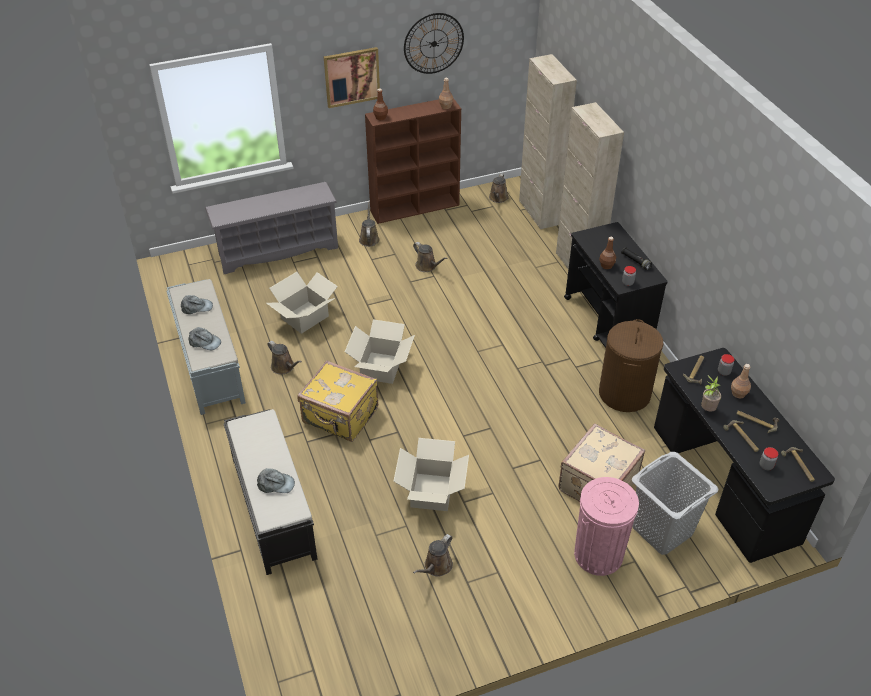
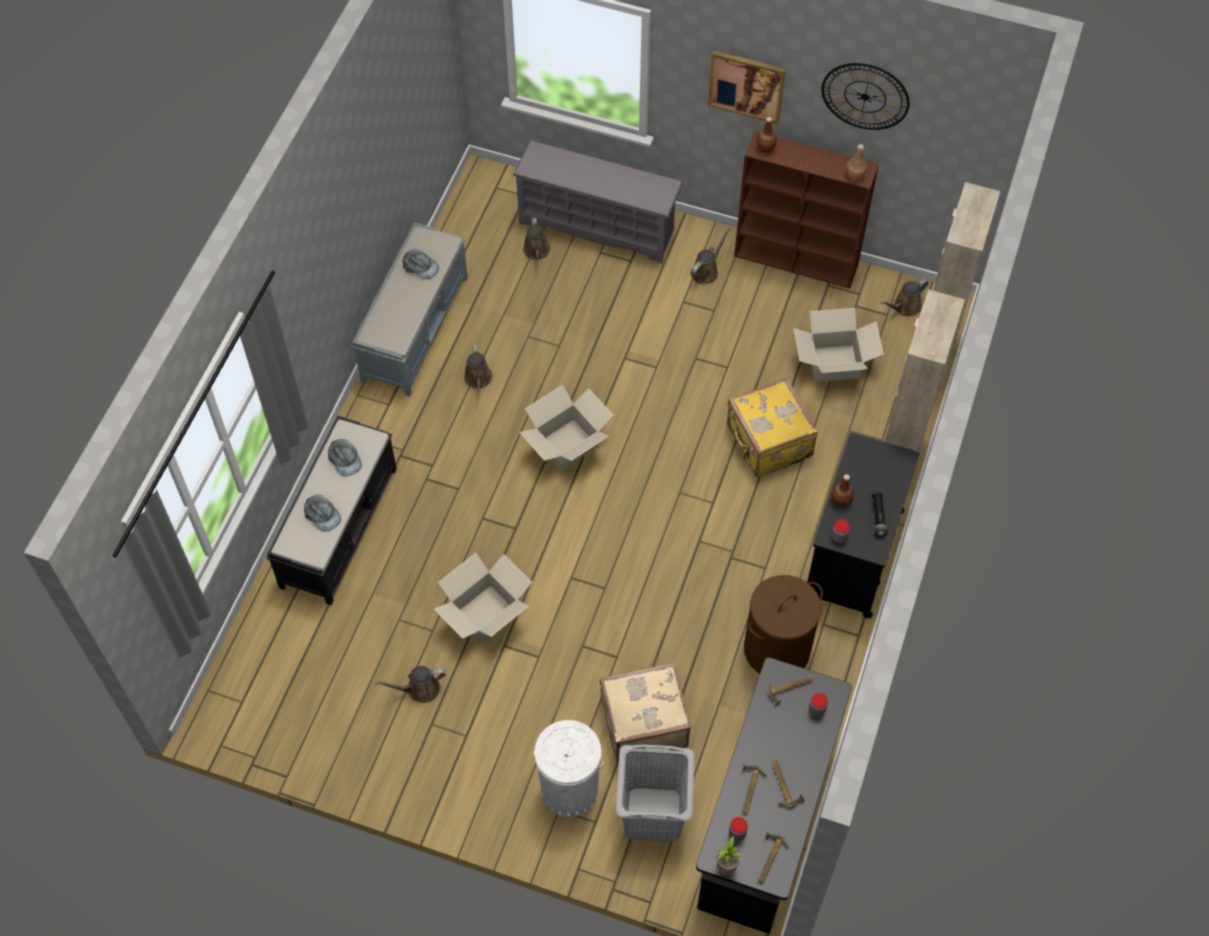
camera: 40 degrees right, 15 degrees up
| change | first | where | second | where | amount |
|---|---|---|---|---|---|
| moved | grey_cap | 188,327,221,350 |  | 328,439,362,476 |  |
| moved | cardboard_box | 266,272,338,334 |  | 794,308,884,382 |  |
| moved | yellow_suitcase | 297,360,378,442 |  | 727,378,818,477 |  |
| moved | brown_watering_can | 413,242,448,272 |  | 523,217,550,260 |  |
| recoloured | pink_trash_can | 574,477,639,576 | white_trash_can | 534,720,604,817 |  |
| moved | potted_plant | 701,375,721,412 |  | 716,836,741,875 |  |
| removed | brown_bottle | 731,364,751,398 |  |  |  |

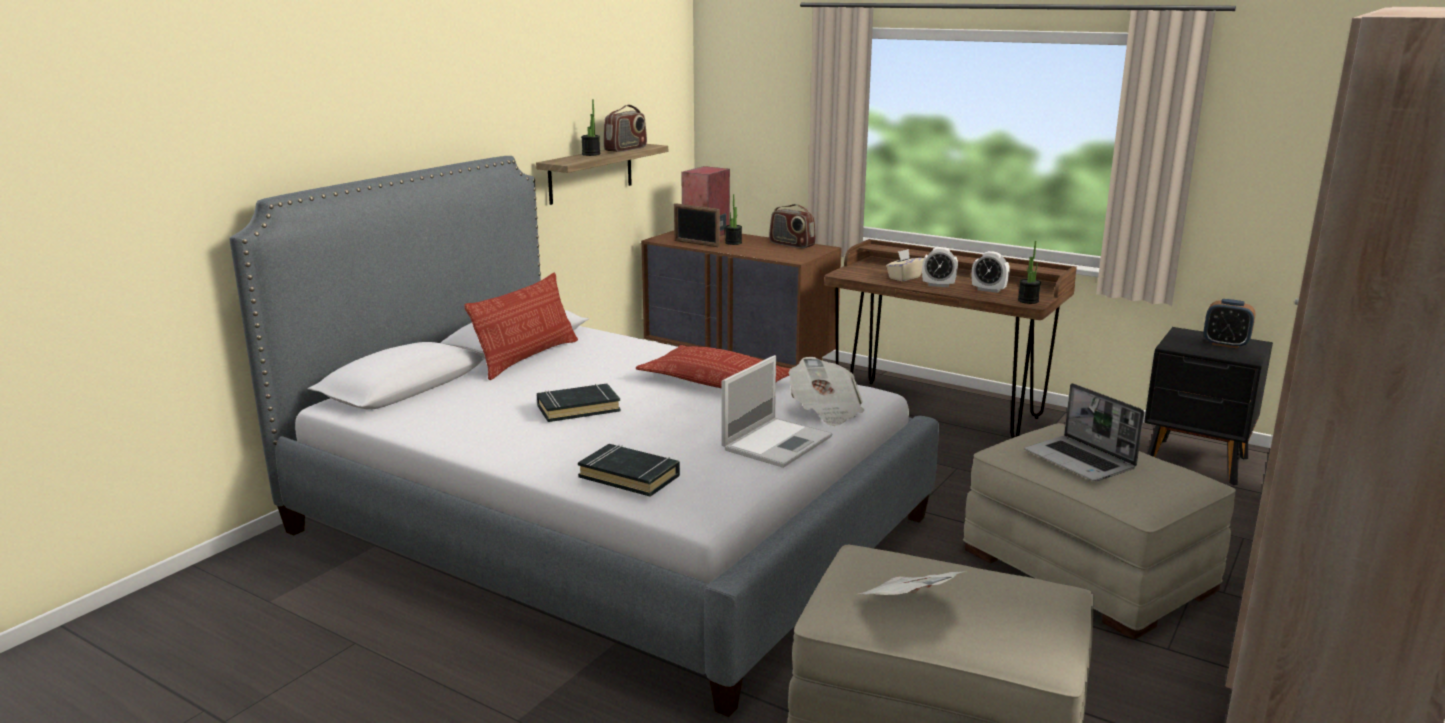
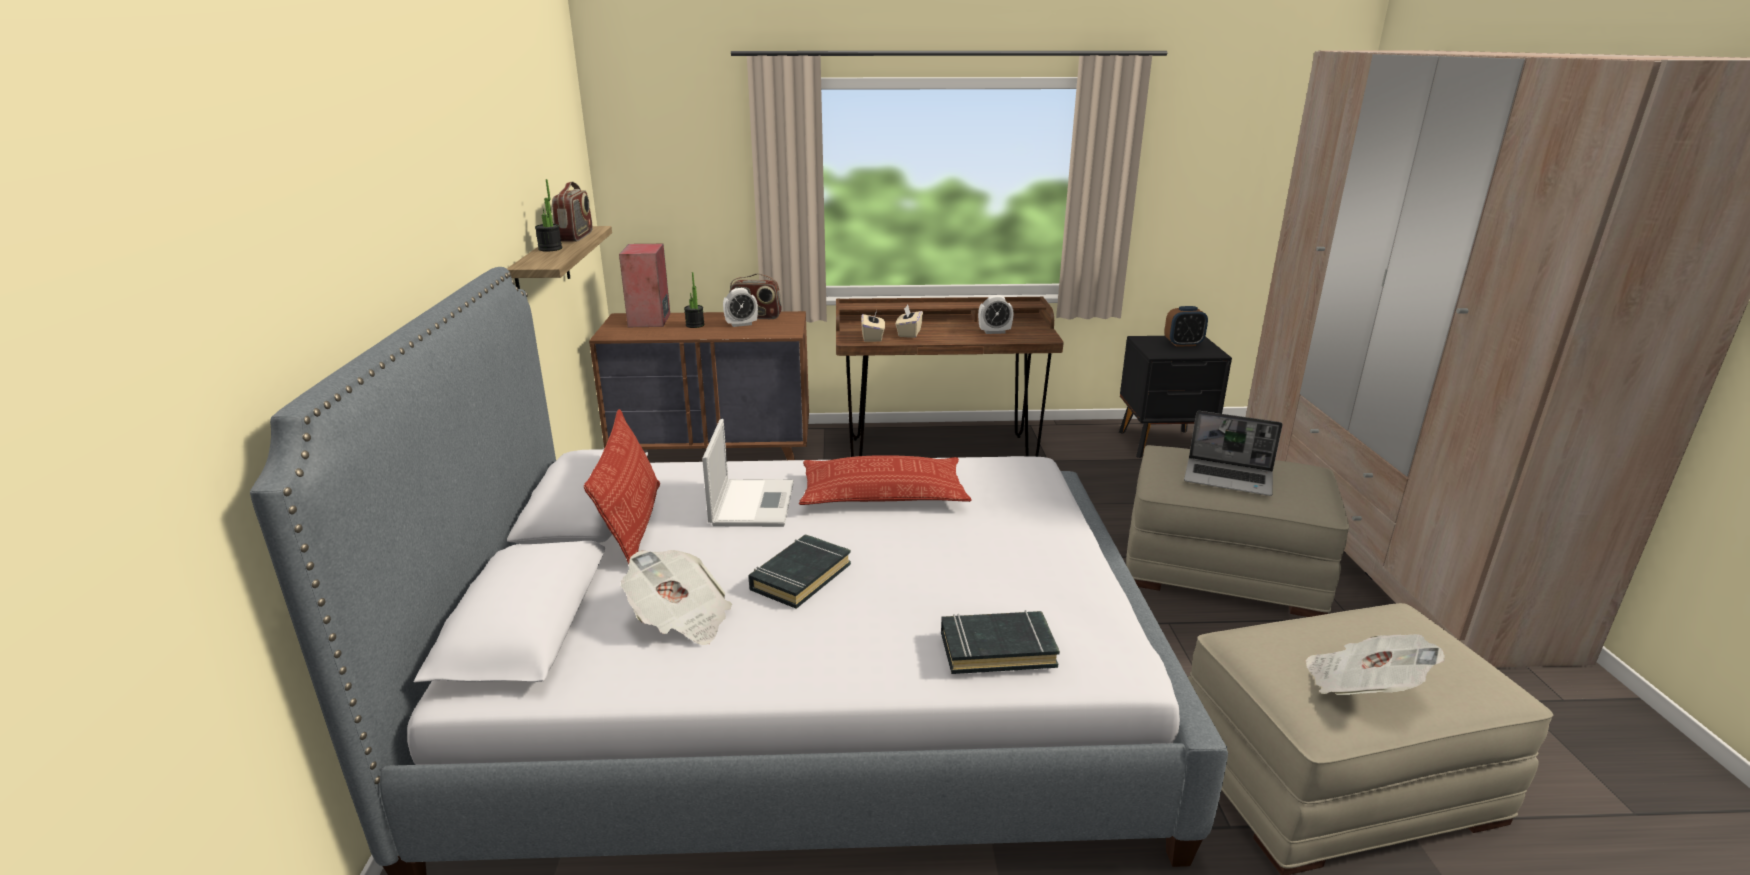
camera: 35 degrees left, 5 degrees up
| change | first | where | second | where | amount |
|---|---|---|---|---|---|
| removed | picture_frame | 674,203,720,248 |  |  |  |
| moved | laptop | 722,355,832,468 |  | 702,419,794,527 |  |
| moved | newspaper | 789,357,864,426 |  | 621,550,732,645 |  |
| moved | alarm_clock | 922,247,958,287 |  | 723,288,758,327 |  |
| removed | potted_plant | 1018,241,1041,304 |  |  |  |
| added |  |  | beige_tissue_box | 861,310,885,342 |  |

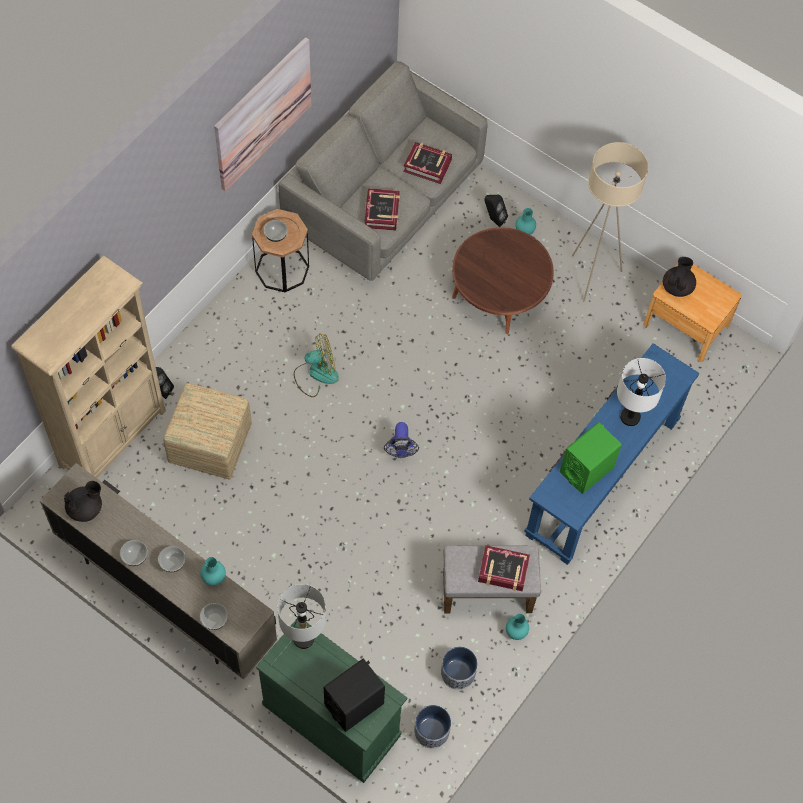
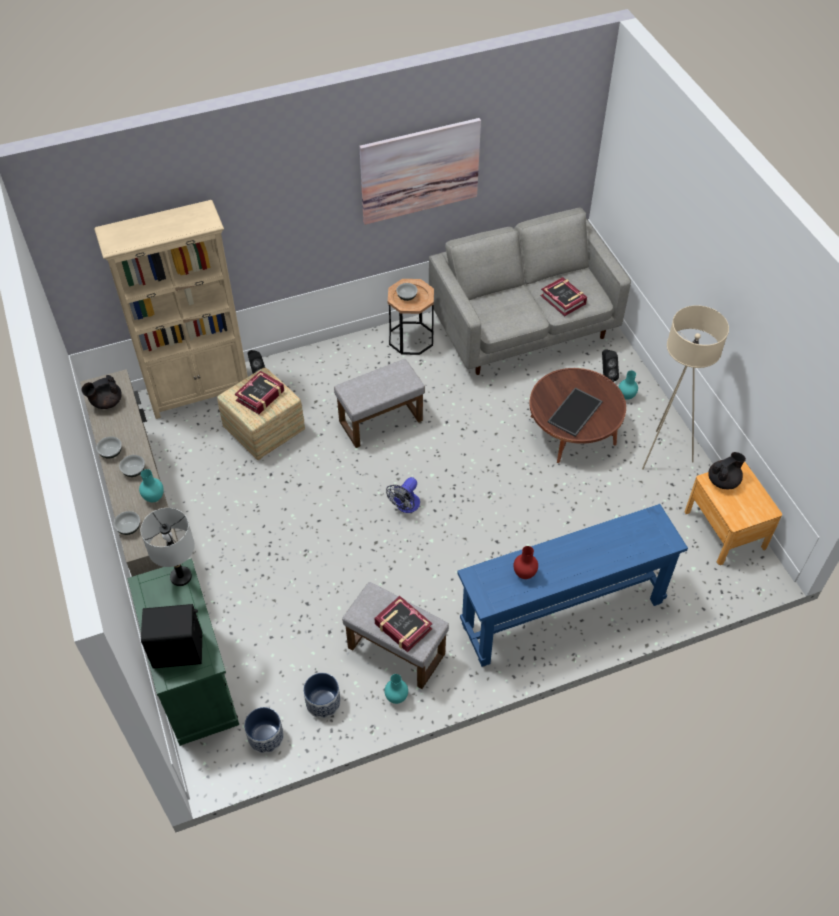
camera: 35 degrees right, 10 degrees down
| change | first | where | second | where | amount |
|---|---|---|---|---|---|
| turned | black_teapot | 64,481,102,522 |  | 81,375,122,409 | 150 degrees clockwise |
| replaced | fan | 294,333,339,397 | grey_ottoman | 334,359,425,448 |  |
| moved | book | 364,188,400,231 |  | 235,371,284,414 |  |
| replaced | green_speaker | 560,422,622,494 | red_vase | 514,546,538,579 |  |
| removed | white_table_lamp | 617,358,666,426 |  |  |  |
| added |  |  | tray | 547,388,603,437 |  |

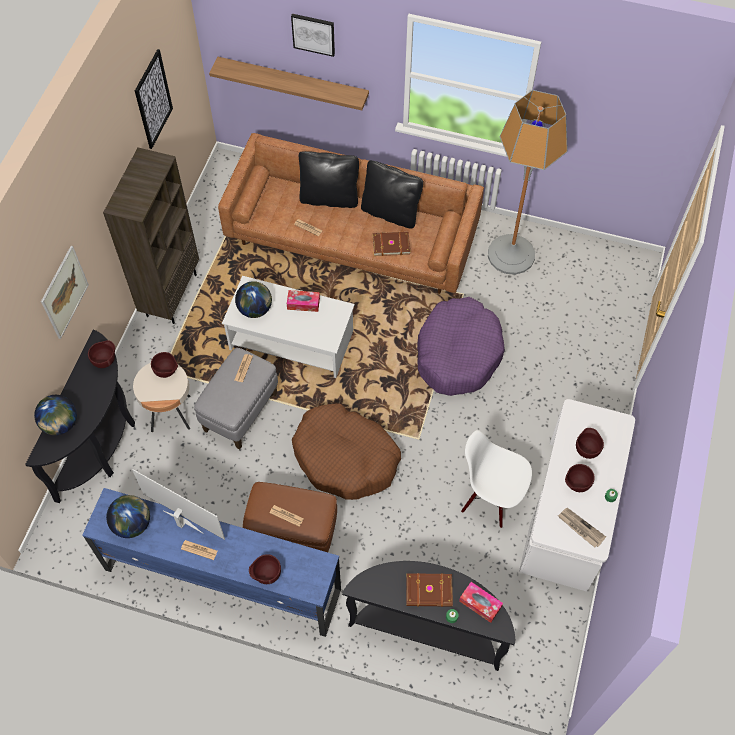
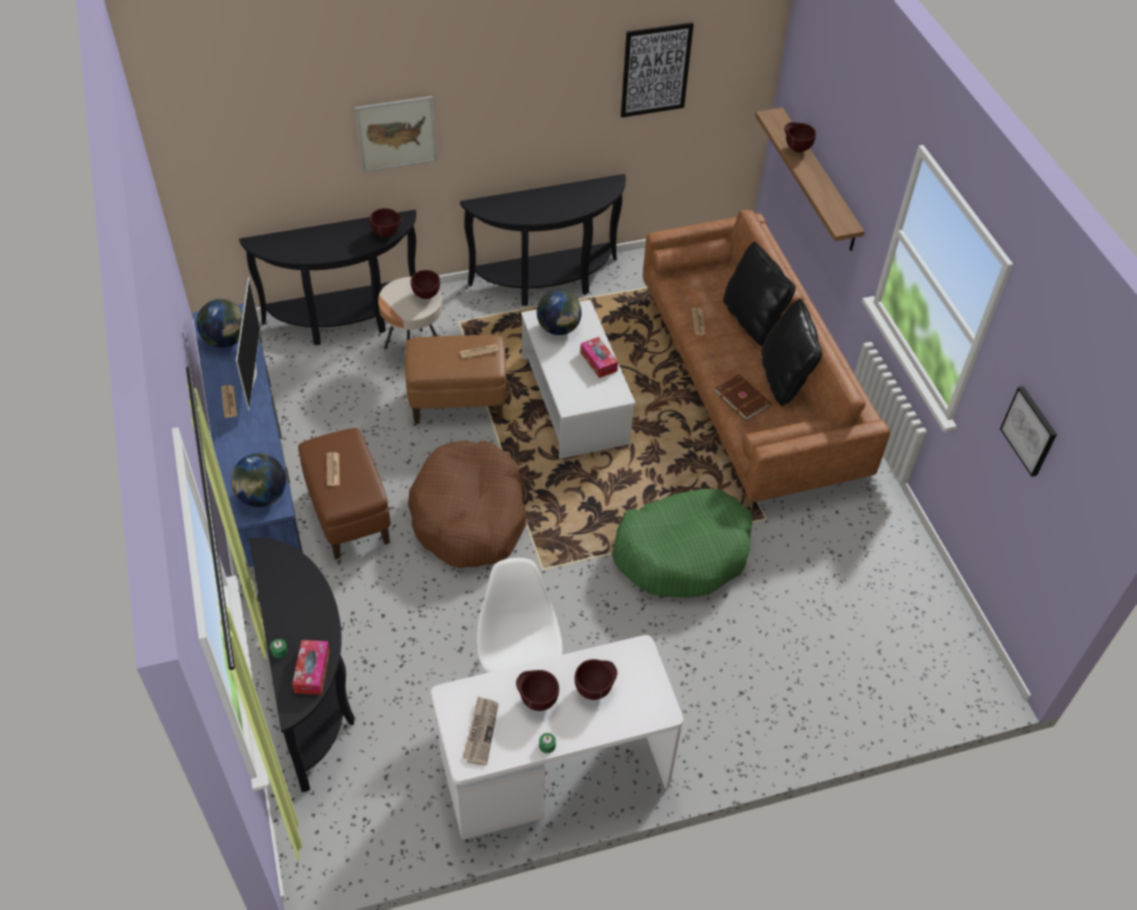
camera: 55 degrees right, 10 degrees down
| change | first | where | second | where | amount |
|---|---|---|---|---|---|
| moved | globe | 34,395,77,435 |  | 231,454,286,507 |  |
| replaced | brown_bookcase | 103,148,199,324 | black_console_table | 460,174,626,306 |  |
| recoloured | grey_ottoman | 194,348,278,449 | brown_ottoman | 405,335,507,424 |  |
| moved | brown_bowl | 249,554,281,584 |  | 784,122,816,153 |  |
| moved | picture | 291,14,335,57 |  | 1000,386,1057,477 |  |
| removed | brown_book | 406,573,453,607 |  |  |  |
| recoloured | purple_dog_bed | 417,297,505,396 | green_dog_bed | 612,489,752,598 |  |
| removed | floor_lamp | 488,90,568,275 |  |  |  |

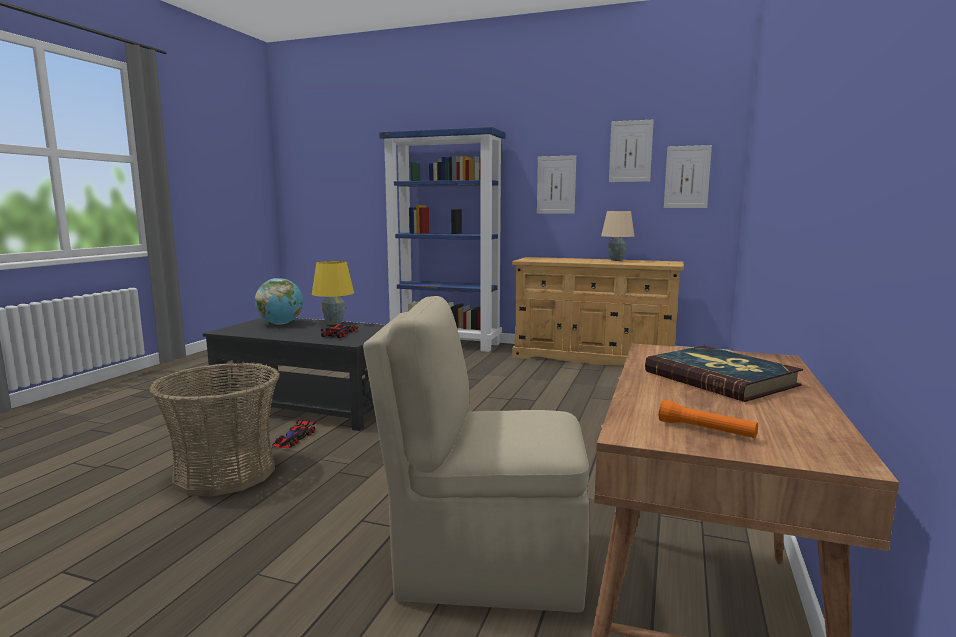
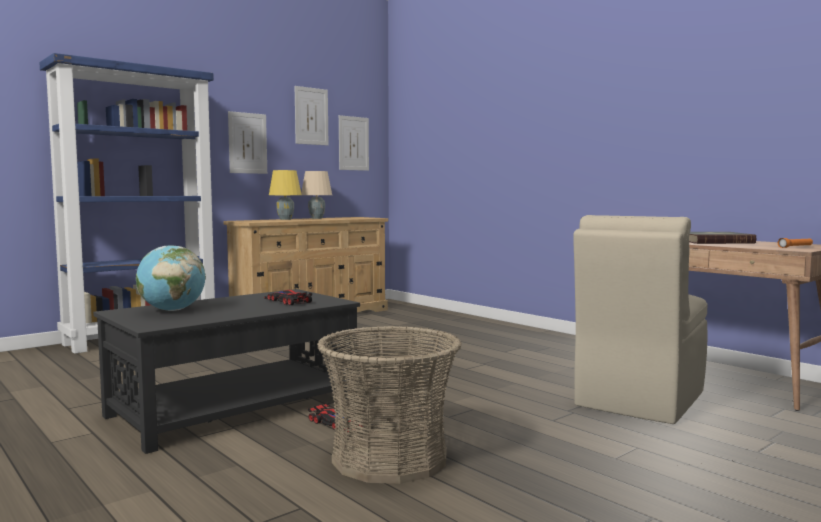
camera: 60 degrees left, 5 degrees down
| change | first | where | second | where | amount |
|---|---|---|---|---|---|
| moved | yellow_table_lamp | 312,261,354,325 |  | 269,170,302,220 |  |

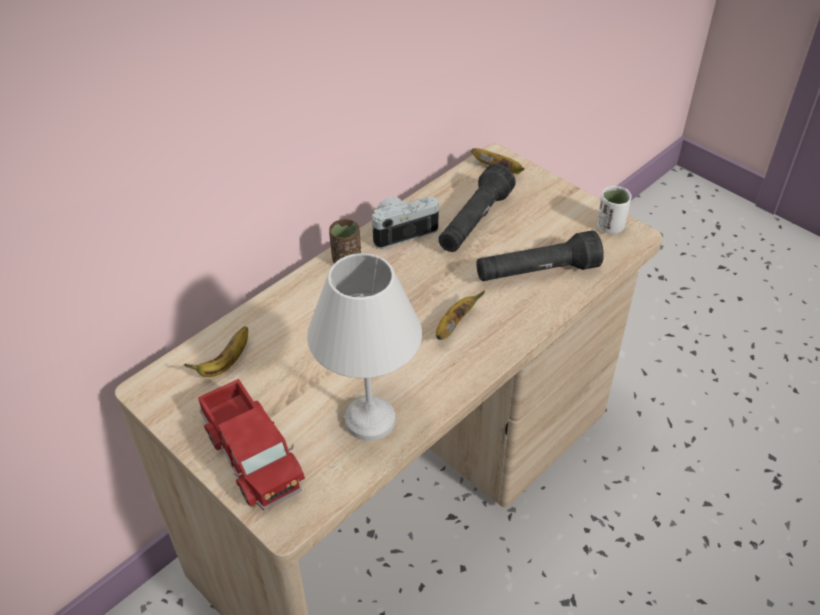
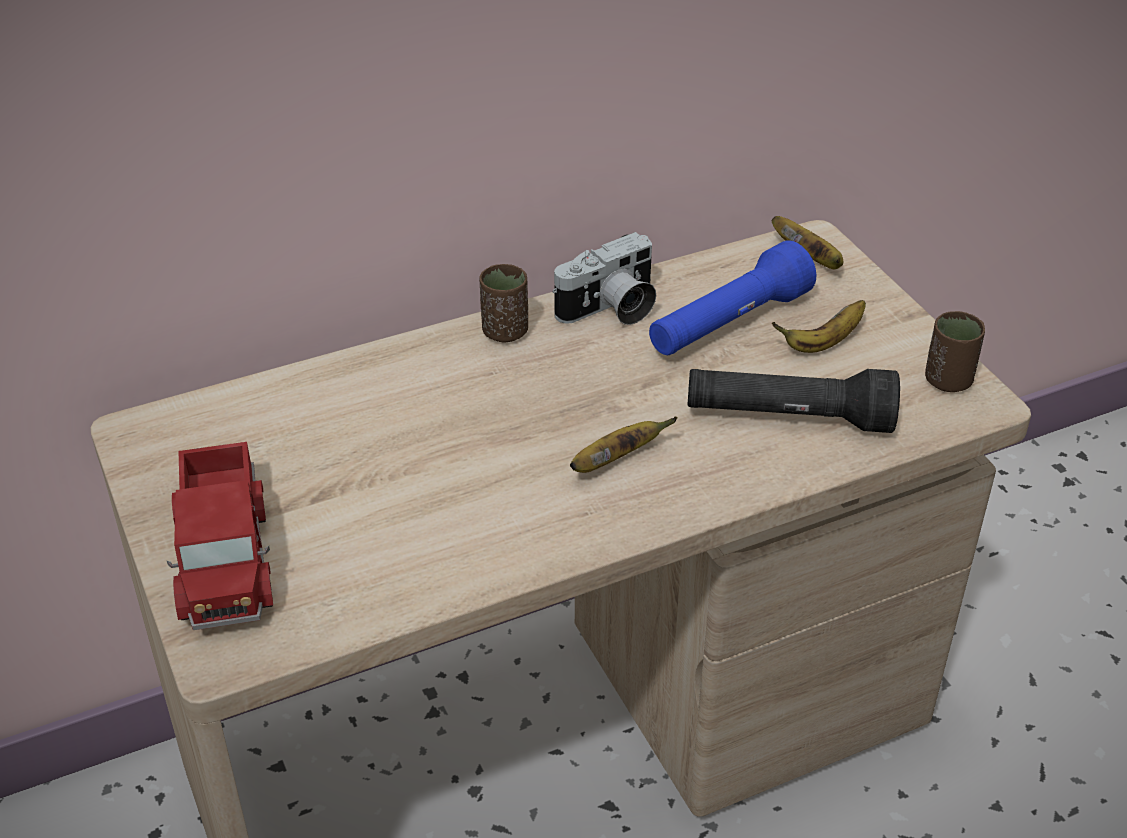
camera: 20 degrees right, 5 degrees down
| change | first | where | second | where | amount |
|---|---|---|---|---|---|
| moved | banana | 184,326,248,377 |  | 772,300,866,353 |  |
| removed | white_table_lamp | 307,253,422,441 |  |  |  |
| turned | photo_camera | 371,197,440,249 |  | 552,232,656,325 | 150 degrees clockwise |
| recoloured | black_flashlight | 438,164,516,252 | blue_flashlight | 649,240,816,355 |  |
| recoloured | white_cup | 597,186,632,234 | brown_cup | 925,311,985,392 |  |

